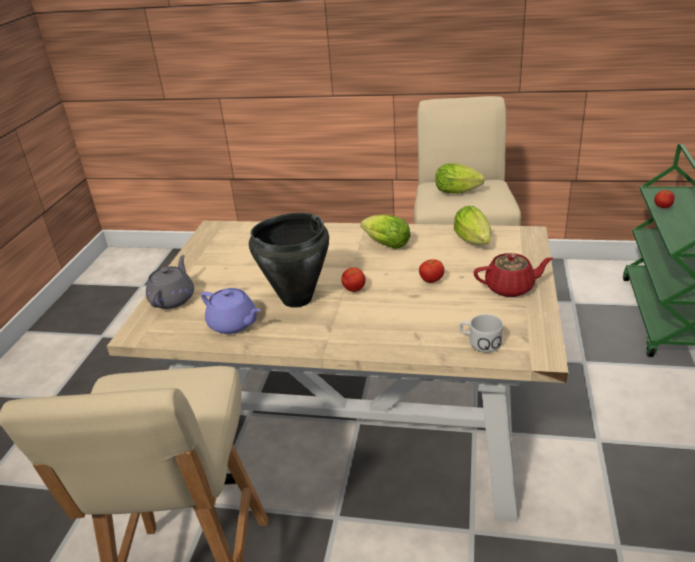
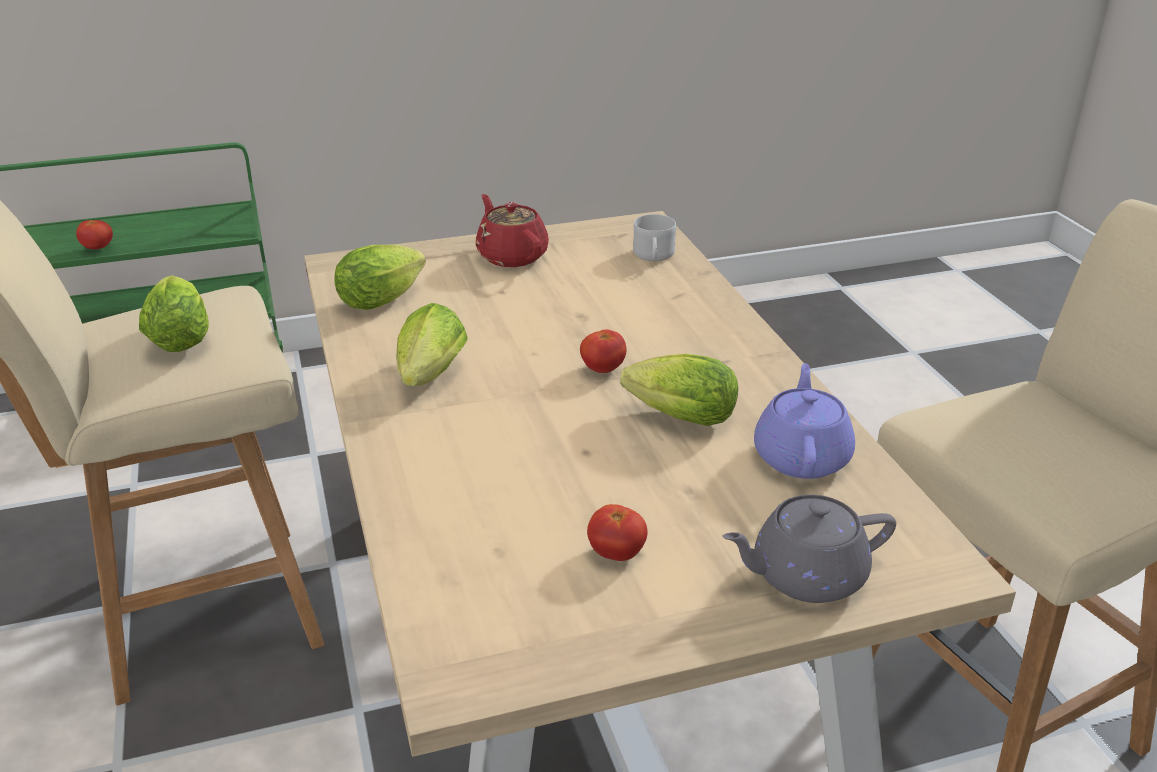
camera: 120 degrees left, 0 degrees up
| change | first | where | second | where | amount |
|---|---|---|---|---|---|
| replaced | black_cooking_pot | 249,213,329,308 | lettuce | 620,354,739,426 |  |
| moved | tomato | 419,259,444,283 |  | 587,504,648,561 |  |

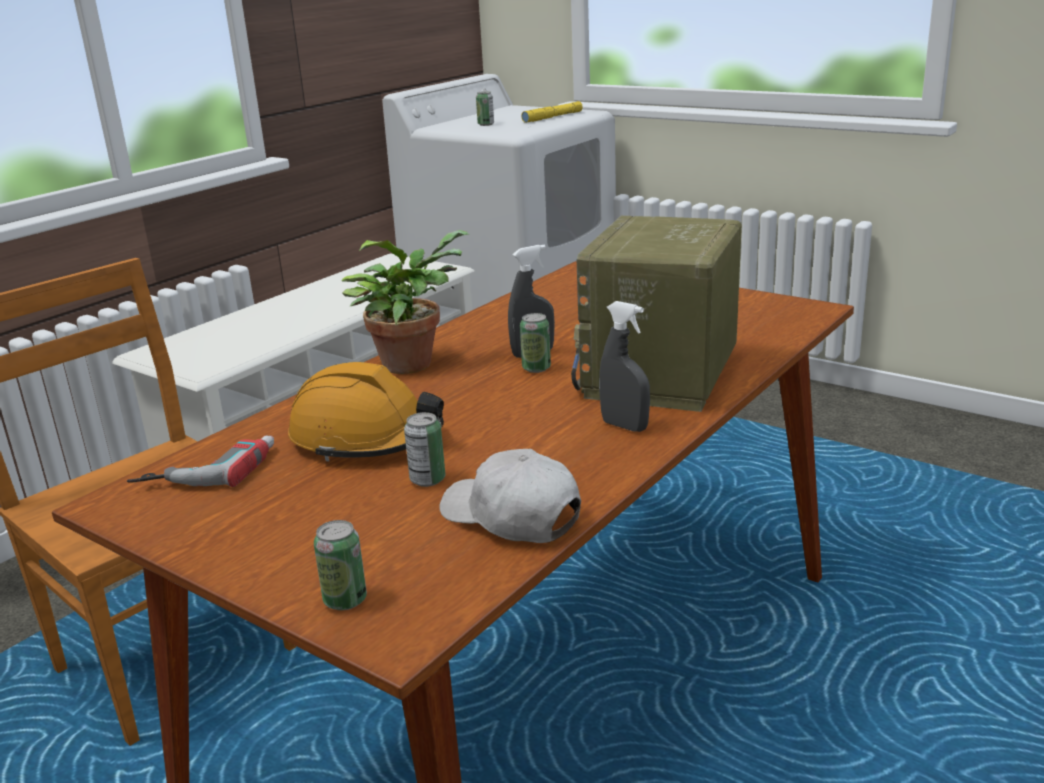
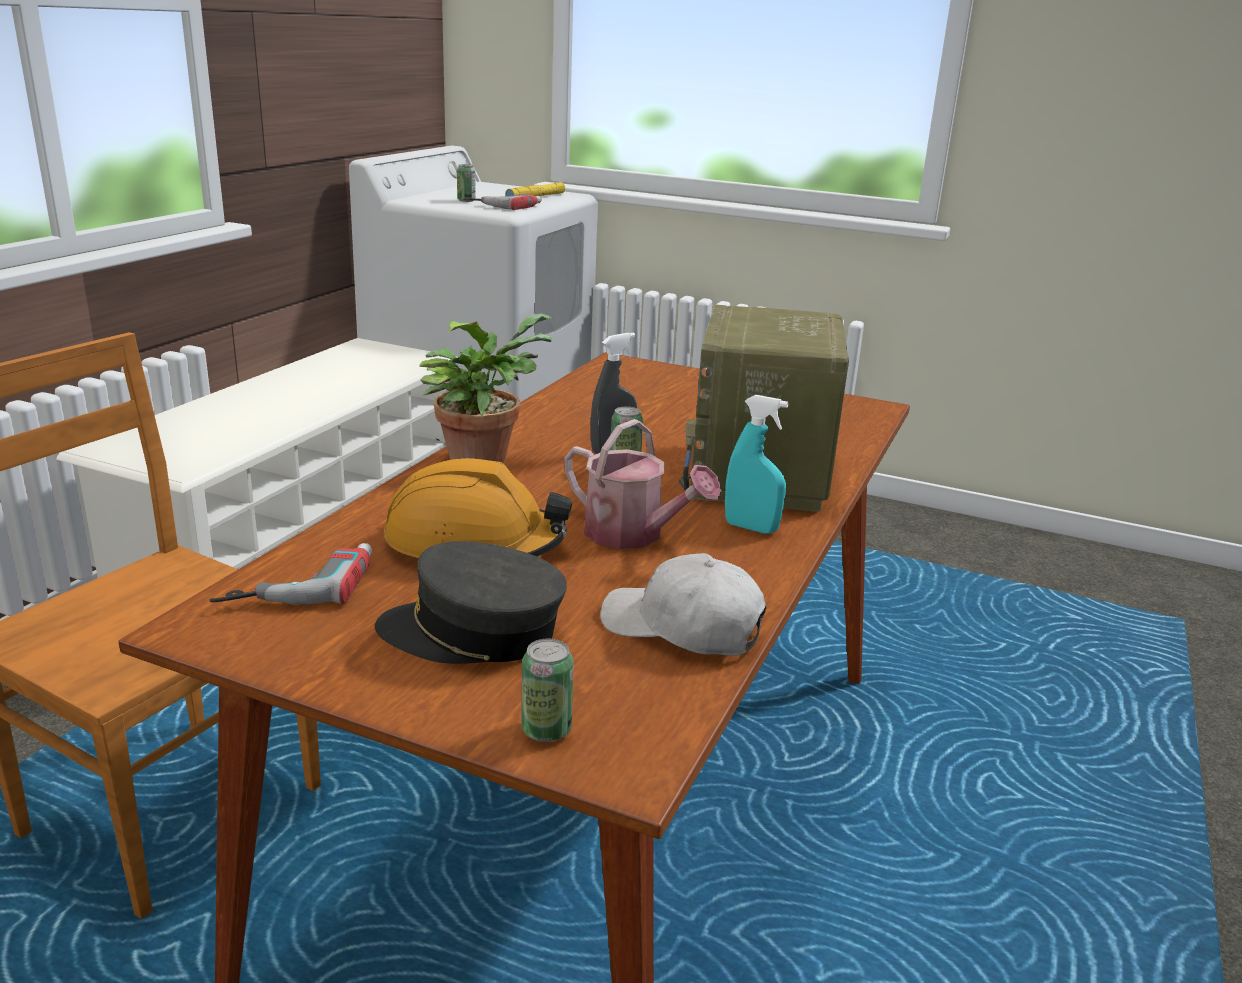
camera: 15 degrees left, 0 degrees up
| change | first | where | second | where | amount |
|---|---|---|---|---|---|
| removed | can | 404,412,445,487 |  |  |  |
| recoloured | grey_spray_bottle | 599,301,650,432 | turquoise_spray_bottle | 725,395,788,534 |  |
| added |  |  | grey_cap | 375,541,567,664 |  |
| added |  |  | power_drill | 463,194,542,210 |  |
| added |  |  | watering_can | 564,419,721,549 |  |

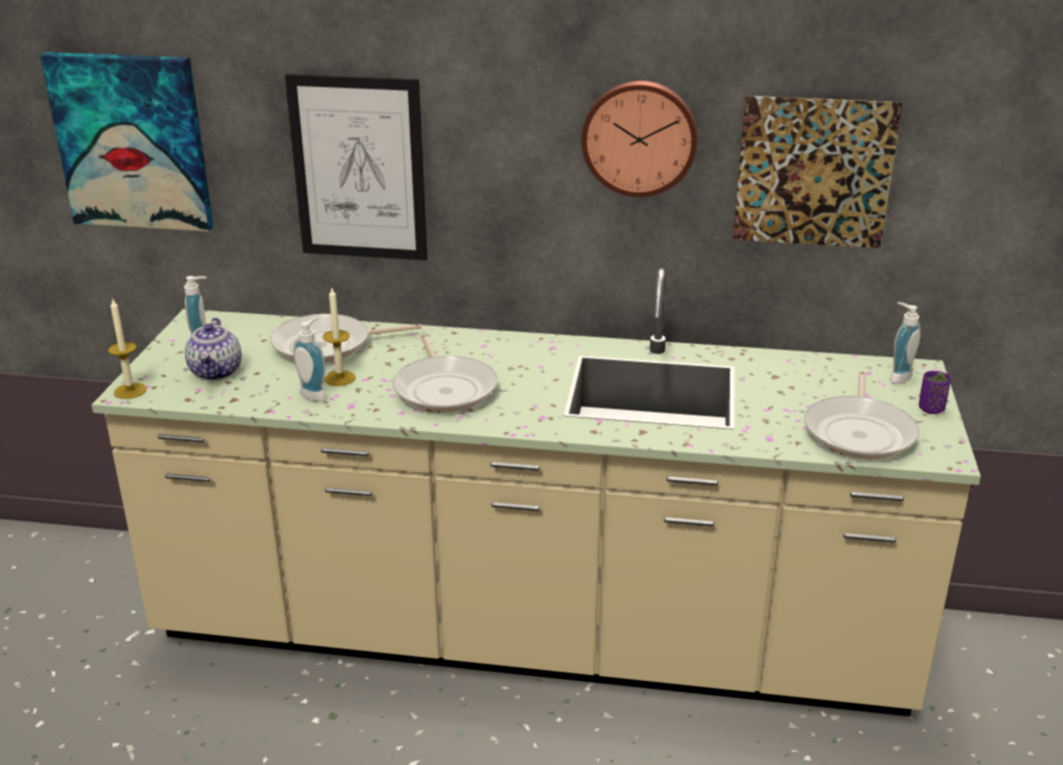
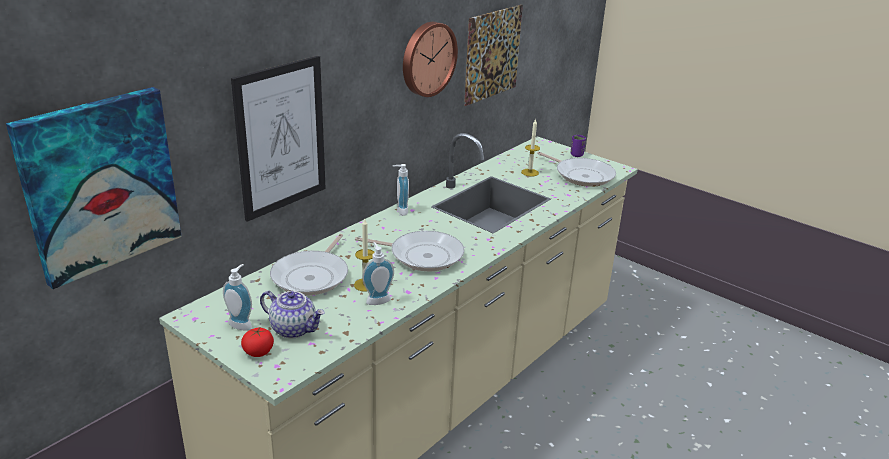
camera: 60 degrees left, 0 degrees up
| change | first | where | second | where | amount |
|---|---|---|---|---|---|
| moved | candle | 108,299,147,399 |  | 521,119,540,176 |  |
| moved | soap_dispenser | 890,302,921,384 |  | 393,164,409,216 |  |
| added |  |  | tomato | 241,328,274,357 |  |

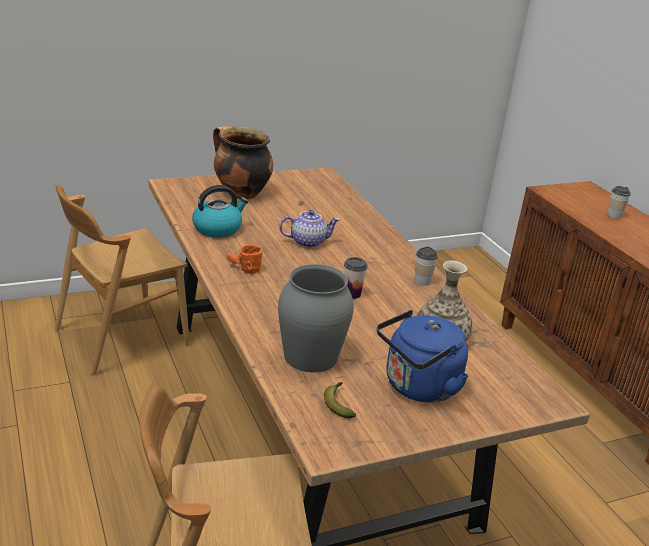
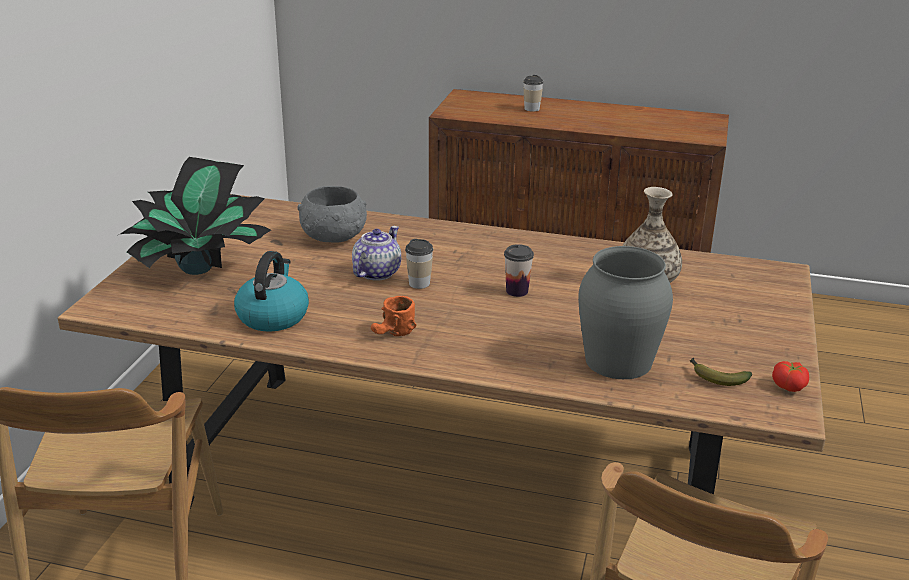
camera: 50 degrees left, 0 degrees up
| change | first | where | second | where | amount |
|---|---|---|---|---|---|
| replaced | cooking_pot | 213,126,273,199 | potted_plant | 121,157,271,275 |  |
| removed | blue_kettle | 377,310,468,403 |  |  |  |
| moved | cup | 414,247,438,285 |  | 405,239,433,289 |  |
| added |  |  | grey_bowl | 297,186,367,243 |  |
| added |  |  | tomato | 772,361,809,392 |  |

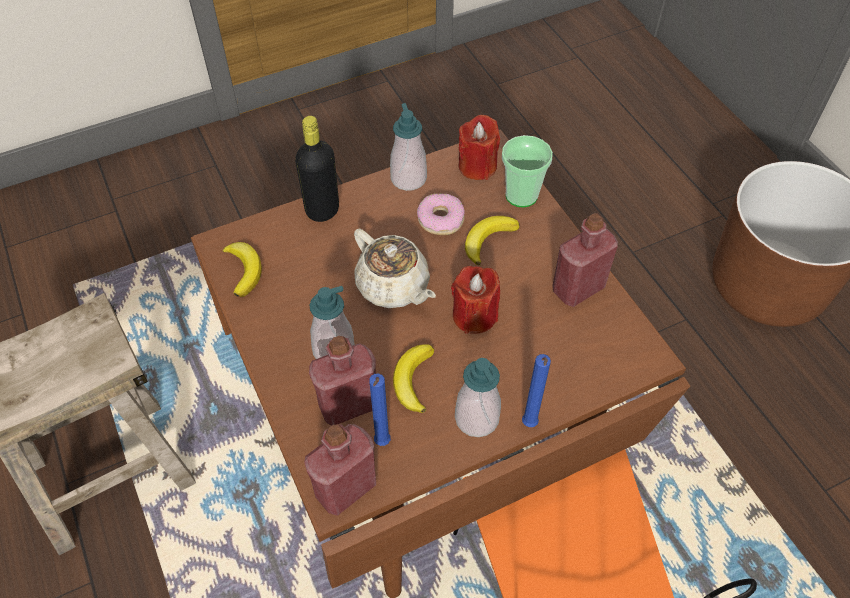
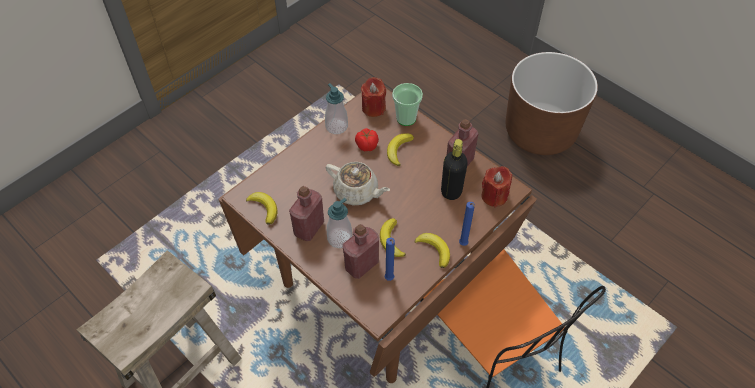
camera: 20 degrees left, 0 degrees up
| change | first | where | second | where | amount |
|---|---|---|---|---|---|
| moved | black_bottle | 295,116,339,222 |  | 441,139,468,200 |  |
| moved | red_bottle | 304,424,376,516 |  | 289,186,324,241 |  |
| replaced | donut | 417,194,465,235 | tomato | 355,128,379,151 |  |
| moved | red_candle | 451,266,500,334 |  | 482,166,512,208 |  |
| replaced | soap_dispenser | 455,358,501,437 | banana | 414,233,450,268 |  |

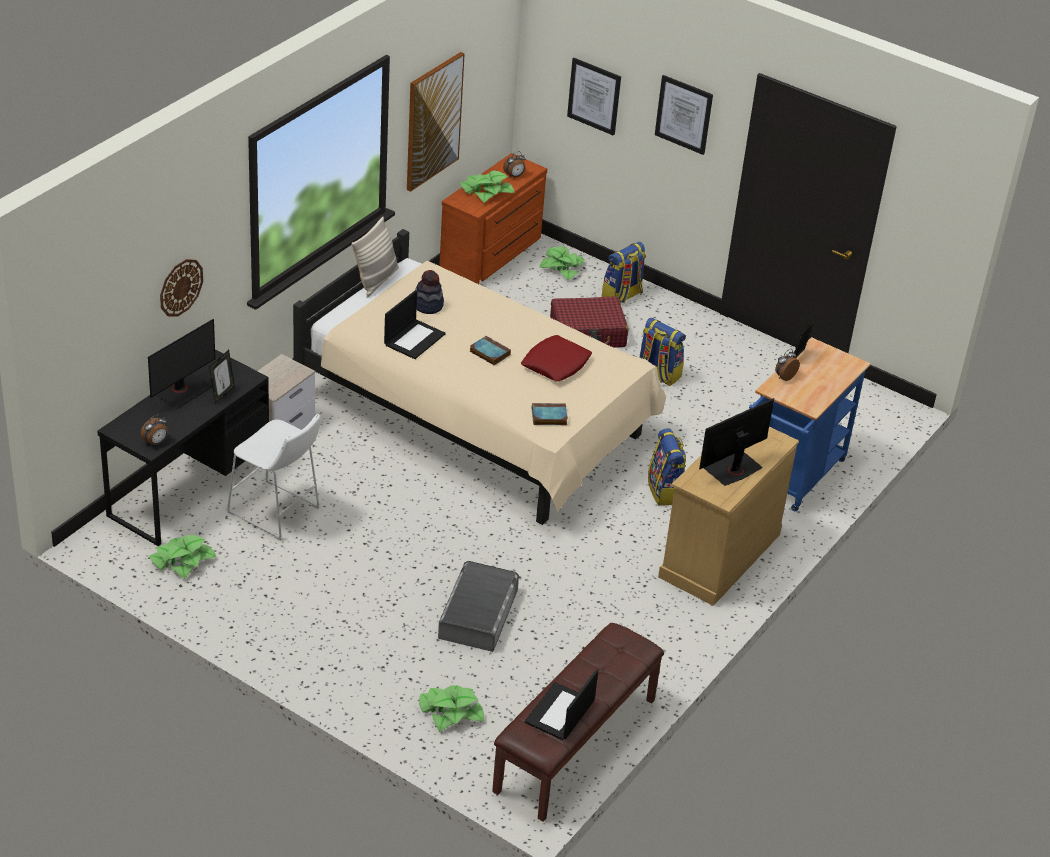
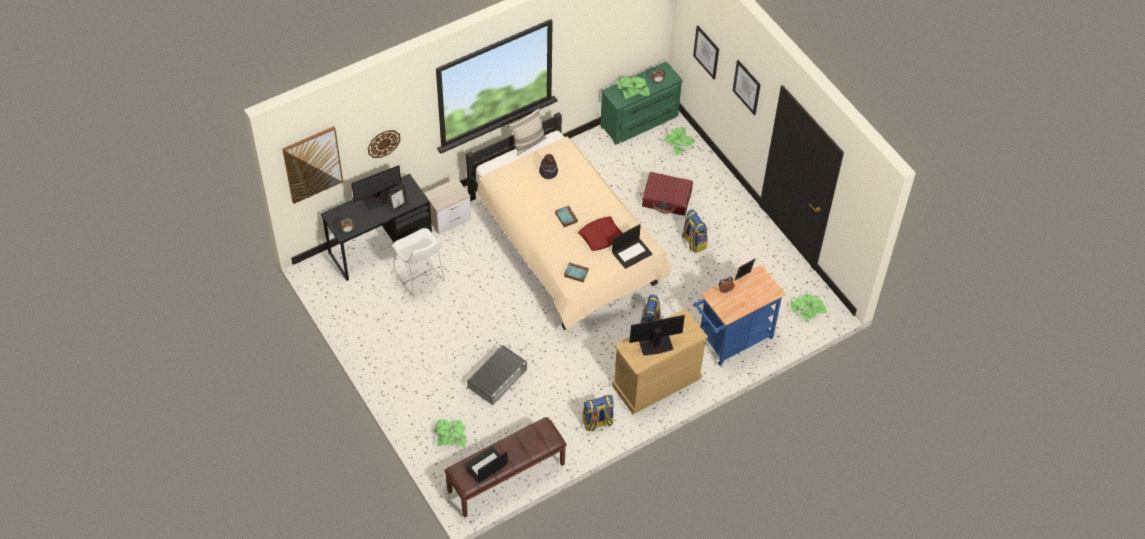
camera: 25 degrees right, 15 degrees up
| change | first | where | second | where | amount |
|---|---|---|---|---|---|
| moved | potted_plant | 149,535,216,579 |  | 790,294,827,323 |  |
| moved | laptop | 384,290,446,359 |  | 612,224,652,269 |  |
| moved | picture | 407,52,465,192 |  | 282,126,343,204 |  |
| recoloured | brown_dresser | 439,153,547,284 | green_dresser | 600,61,682,145 |  |
| moved | backpack | 602,242,646,304 |  | 583,395,614,432 |  |

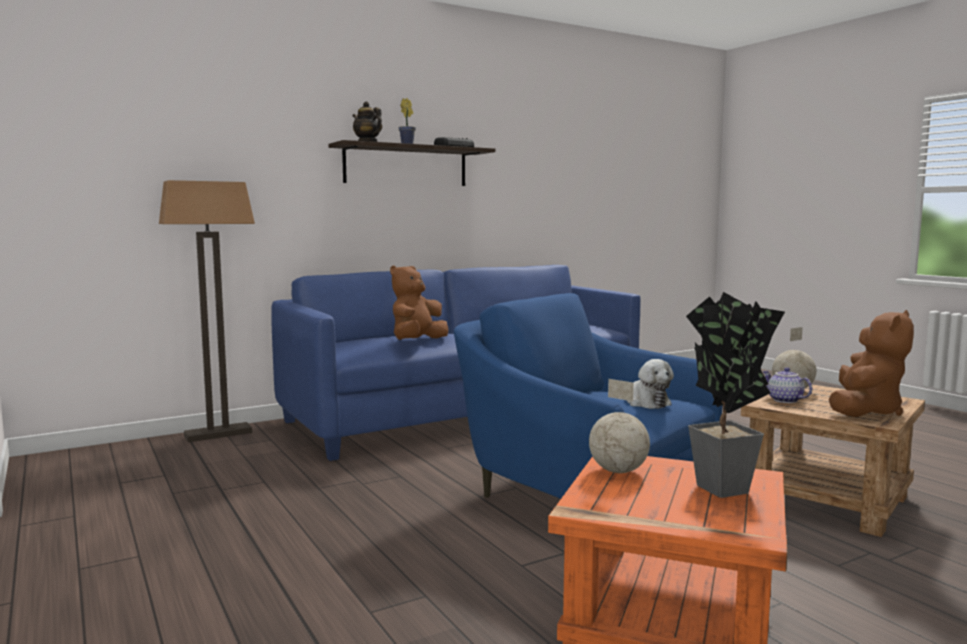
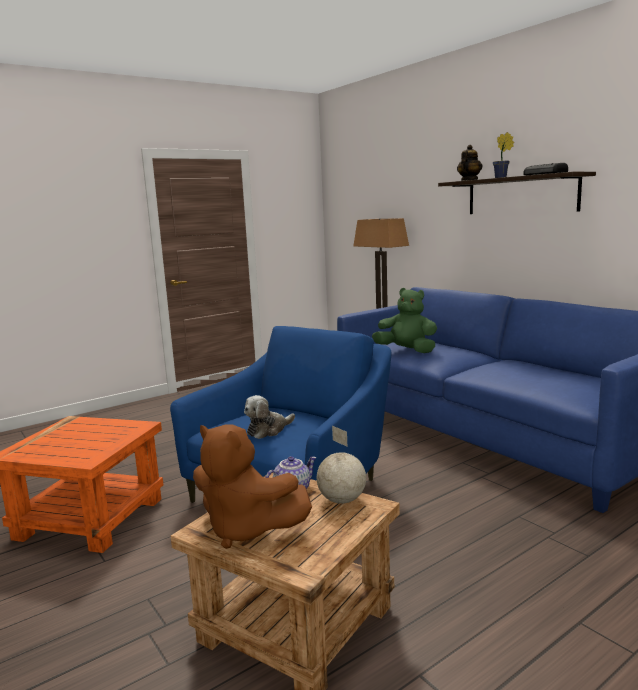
camera: 85 degrees right, 5 degrees up
| change | first | where | second | where | amount |
|---|---|---|---|---|---|
| recoloured | brown_plush_toy | 390,265,449,340 | green_plush_toy | 372,288,437,353 |  |
| removed | globe | 589,379,650,473 |  |  |  |
| removed | potted_plant | 686,292,785,498 |  |  |  |

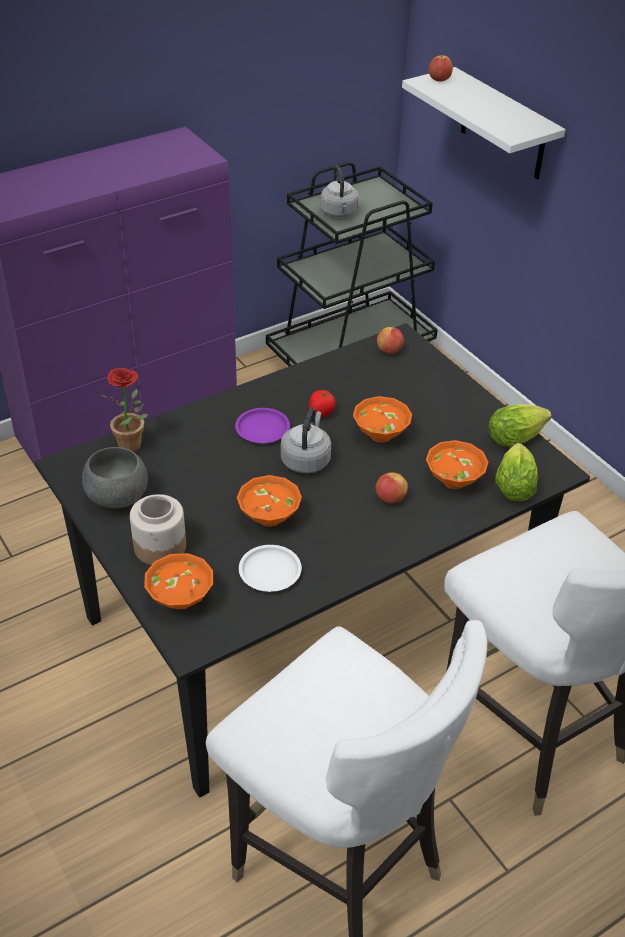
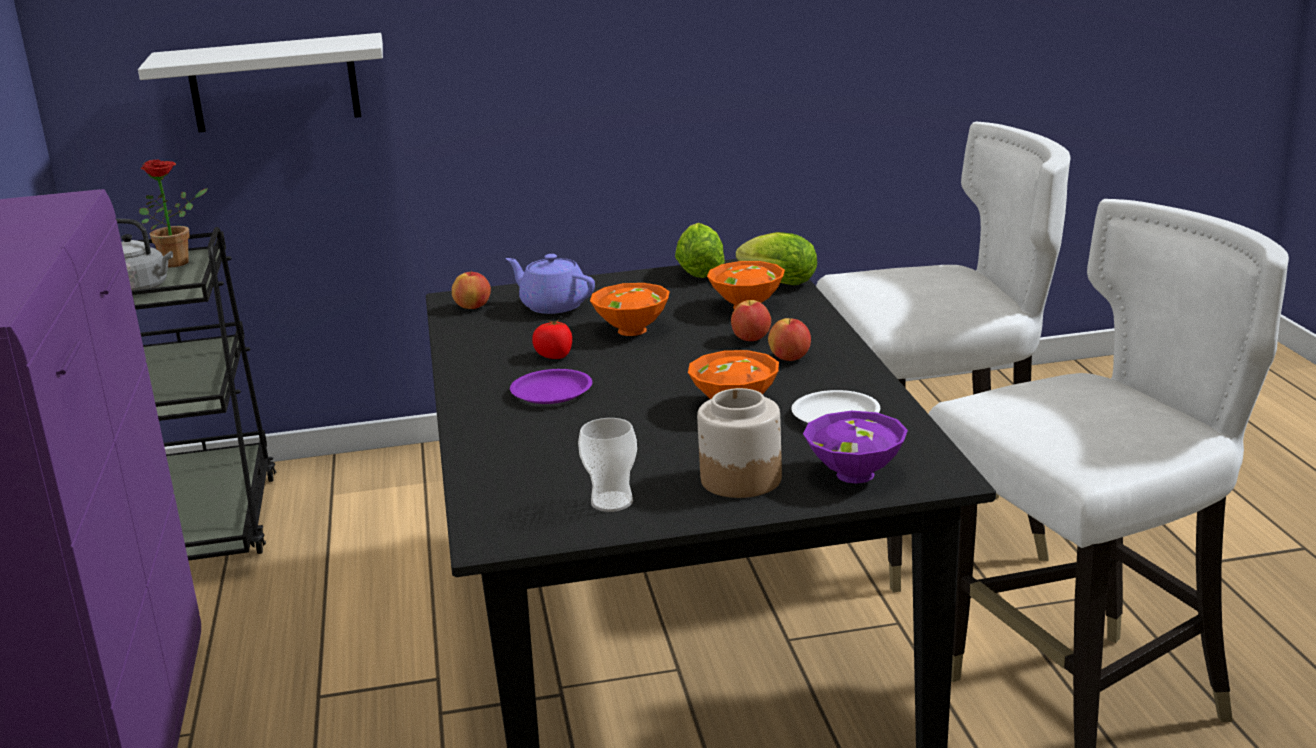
camera: 65 degrees left, 20 degrees down
| change | first | where | second | where | amount |
|---|---|---|---|---|---|
| replaced | grey_bowl | 82,447,148,509 | cup | 578,418,637,512 |  |
| moved | potted_plant | 101,368,148,452 |  | 139,160,208,267 |  |
| recoloured | orange_bowl | 144,553,213,610 | purple_bowl | 803,411,908,484 |  |
| removed | grey_kettle | 281,408,331,473 |  |  |  |
| moved | apple | 429,55,453,82 |  | 768,318,811,361 |  |
| added |  |  | purple_teapot | 506,254,595,314 |  |

